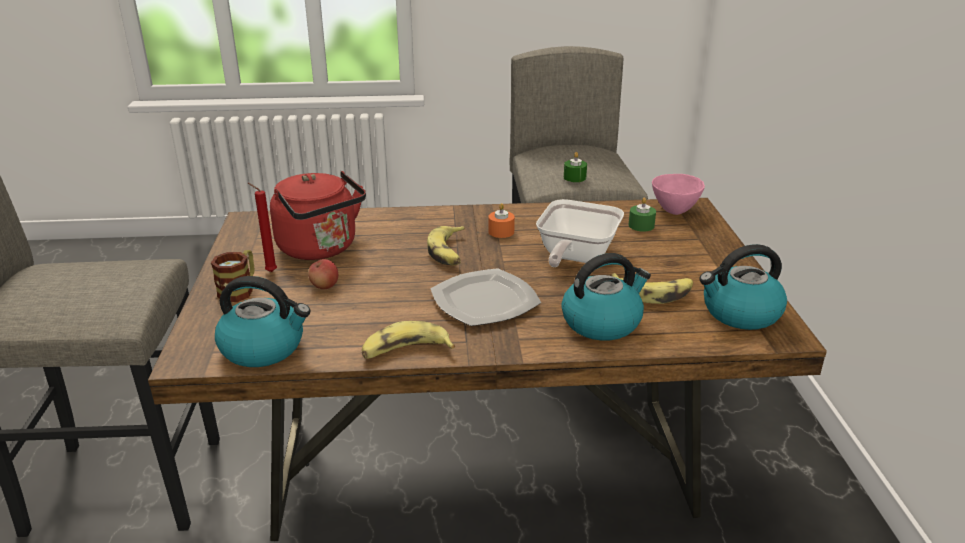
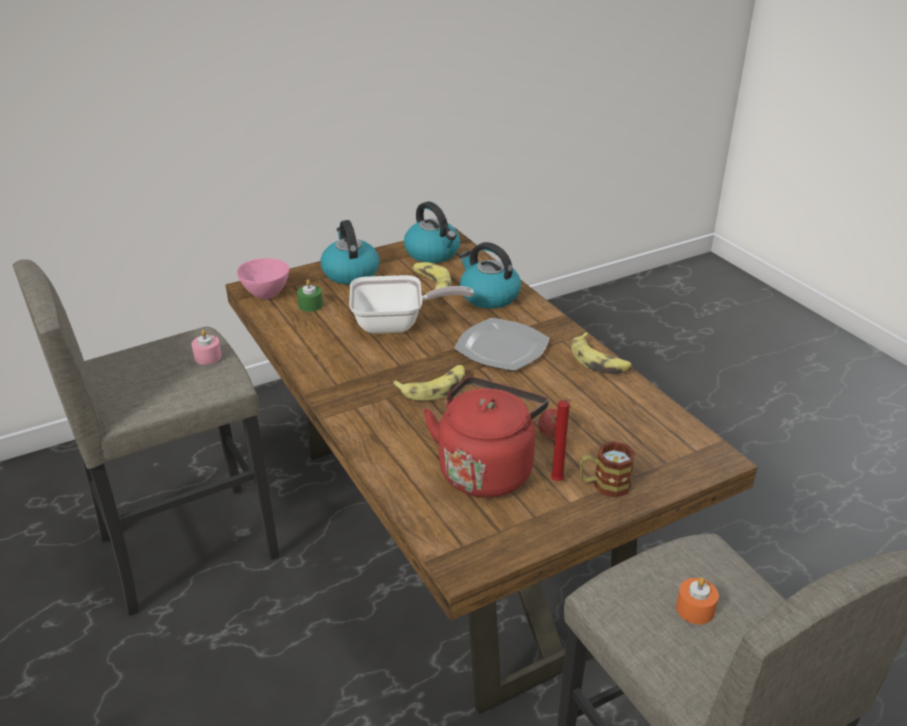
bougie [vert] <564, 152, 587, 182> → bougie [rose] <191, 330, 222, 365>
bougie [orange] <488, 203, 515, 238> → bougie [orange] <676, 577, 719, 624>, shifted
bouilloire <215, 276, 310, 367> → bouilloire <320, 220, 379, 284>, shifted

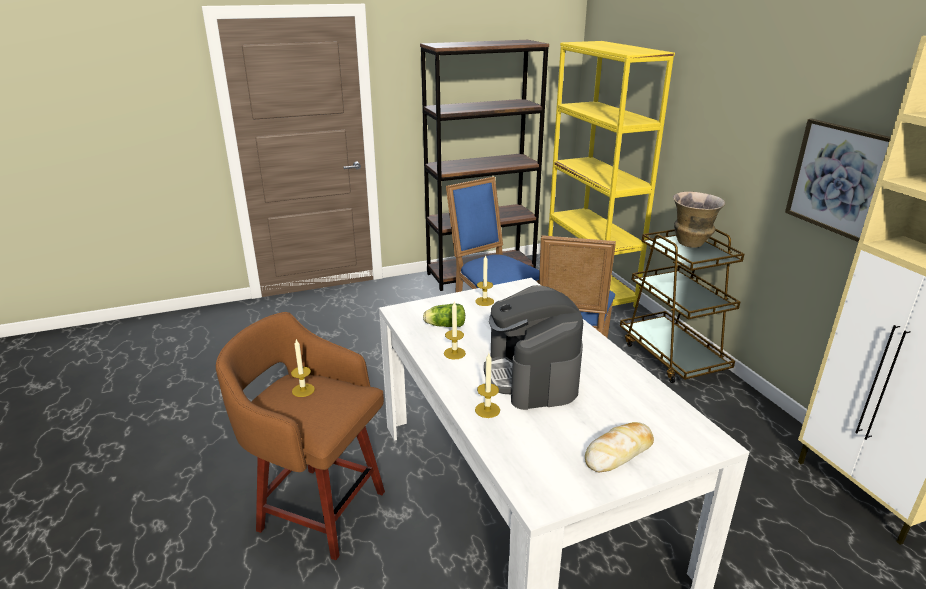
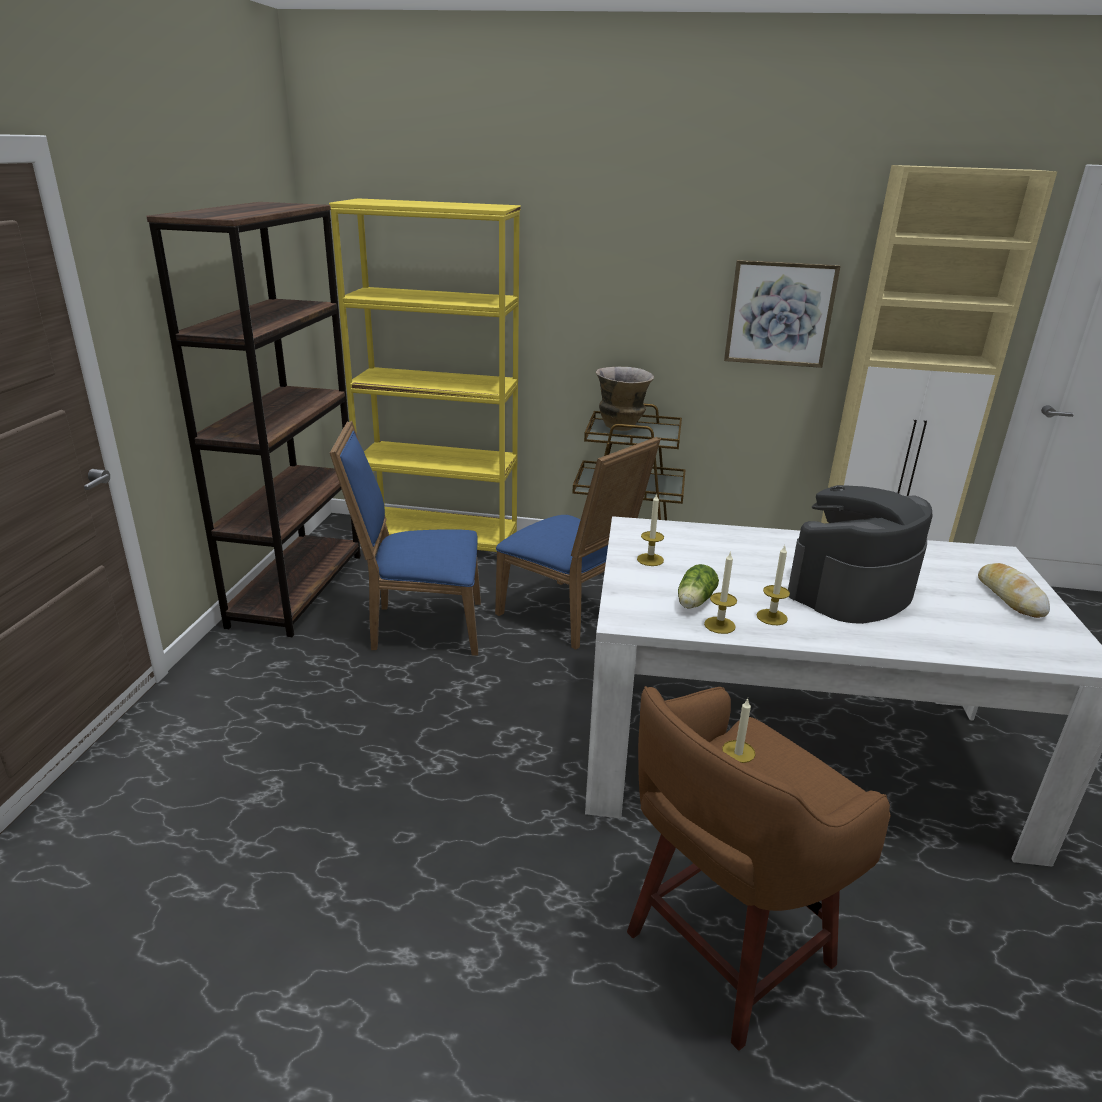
machine à café <484, 285, 583, 410> → machine à café <788, 485, 933, 624>, 120 degrees clockwise
bougie <475, 353, 500, 418> → bougie <704, 551, 737, 634>, shifted

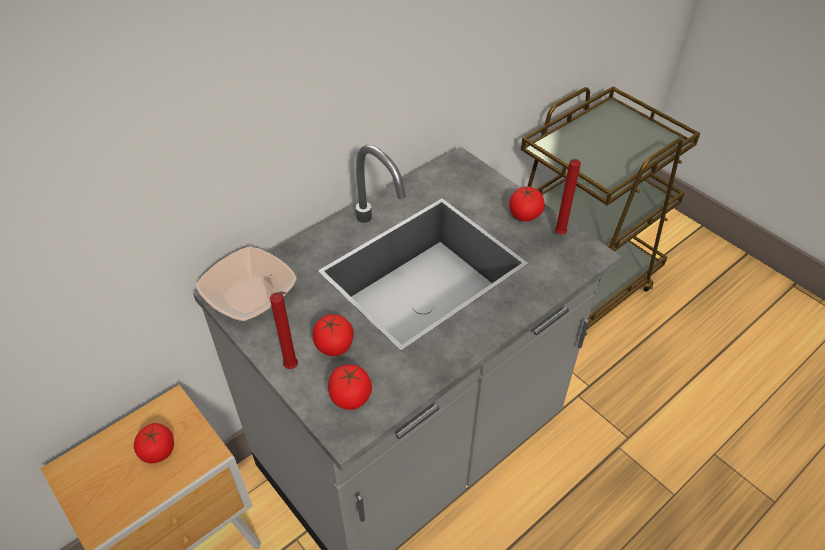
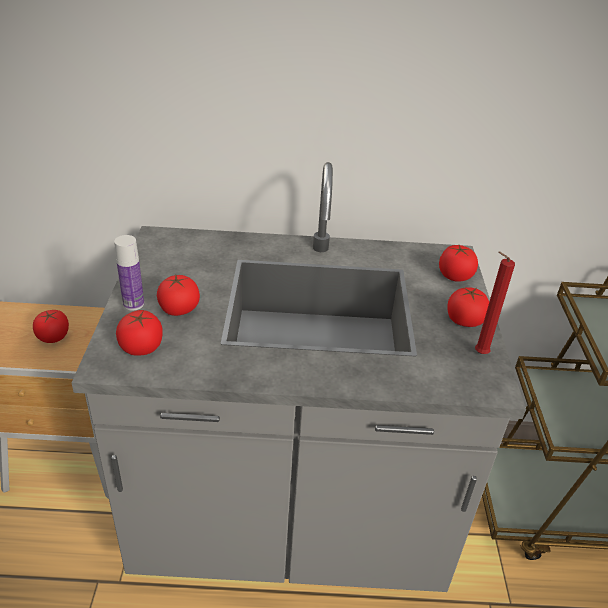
bol <196, 247, 297, 321> → -
bougie [rouge] <270, 291, 298, 369> → bouteille <114, 235, 144, 311>
- → tomate <439, 245, 478, 282>

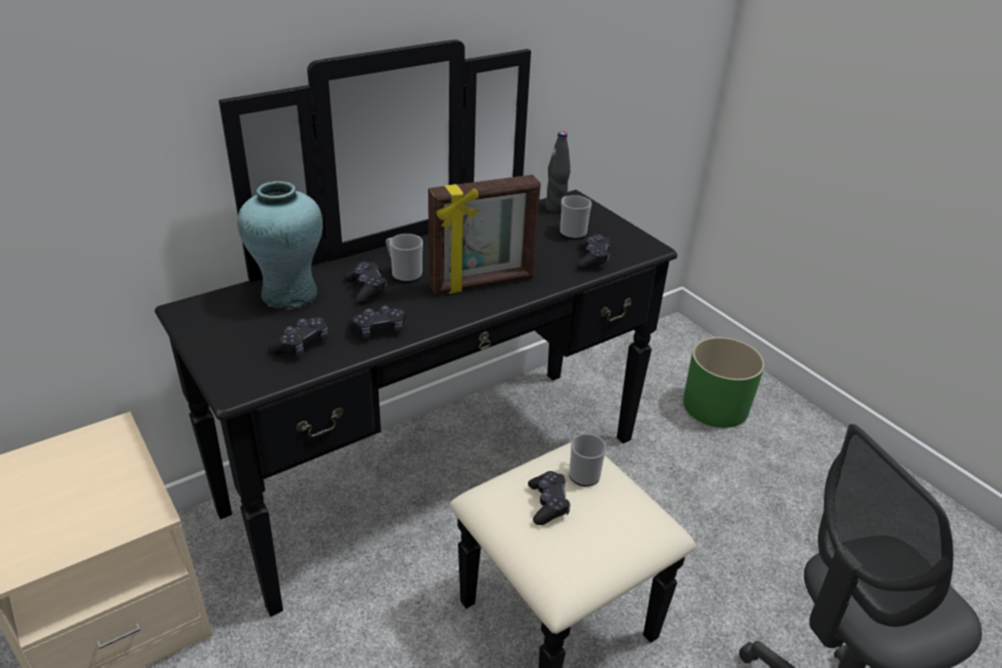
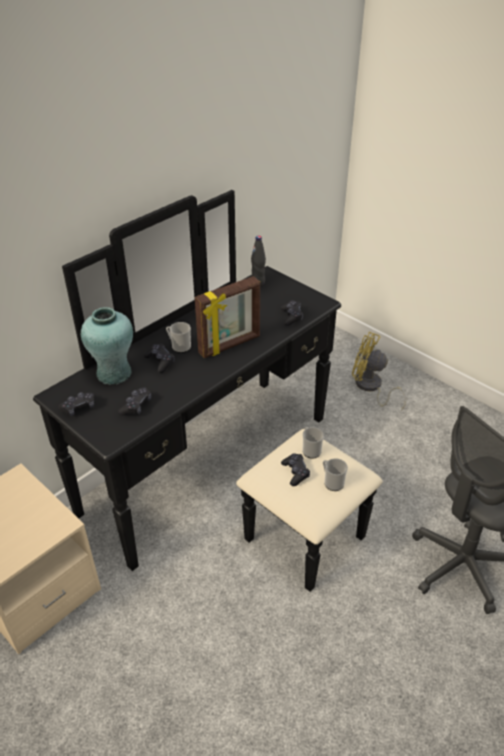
mug <560, 195, 592, 239> → mug <323, 458, 348, 491>, shifted
manette [noir] <348, 306, 405, 338> → manette [noir] <58, 392, 95, 416>, shifted
cache-pot [vert] <683, 337, 765, 428> → ventilateur [jaune] <352, 332, 406, 411>

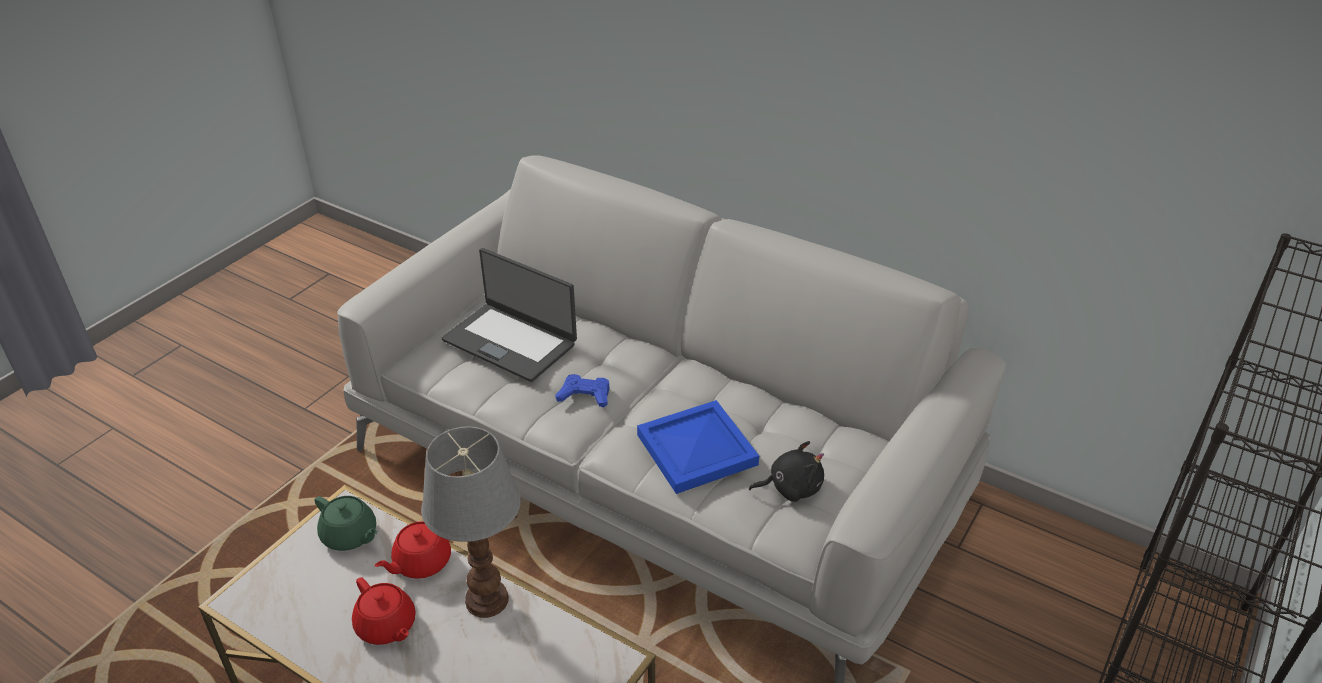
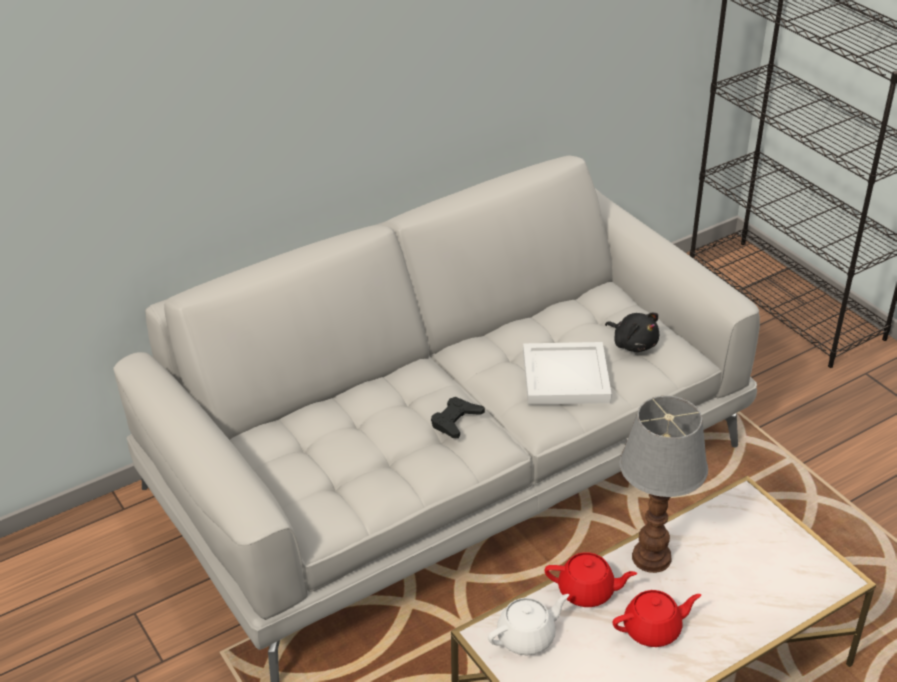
ordinateur portable <442, 248, 577, 382> → -
manette [bleu] <555, 374, 609, 408> → manette [noir] <431, 397, 485, 438>
plateau [bleu] <637, 400, 759, 494> → plateau [blanc] <523, 342, 612, 405>
peluche [noir] <749, 441, 824, 502> → peluche [noir] <605, 313, 659, 352>, 120 degrees clockwise
théière [vert] <314, 496, 378, 551> → théière [blanc] <488, 594, 569, 655>
théière [rouge] <375, 521, 451, 579> → théière [rouge] <544, 552, 637, 607>, 60 degrees counterclockwise

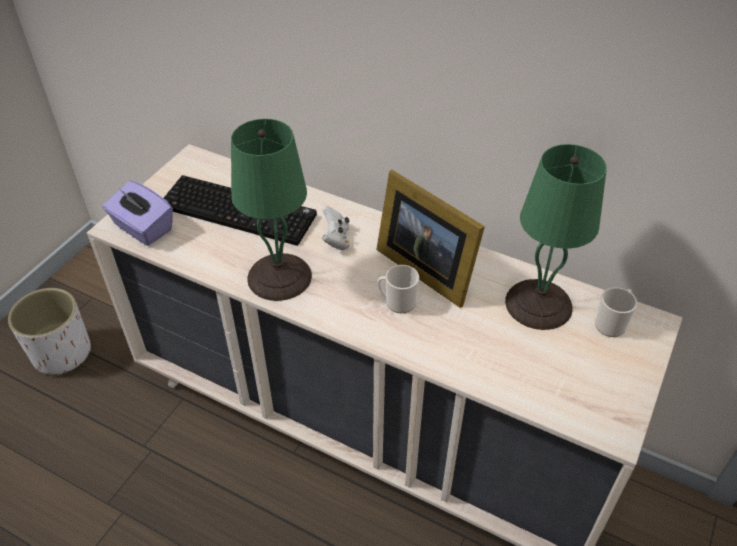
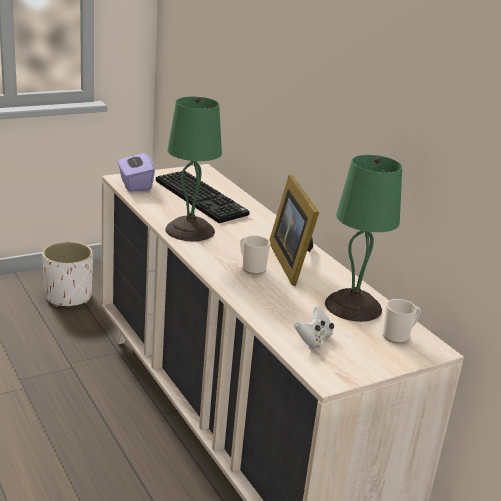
manette [blanc] <322, 206, 349, 250> → manette [blanc] <295, 305, 334, 348>, shifted

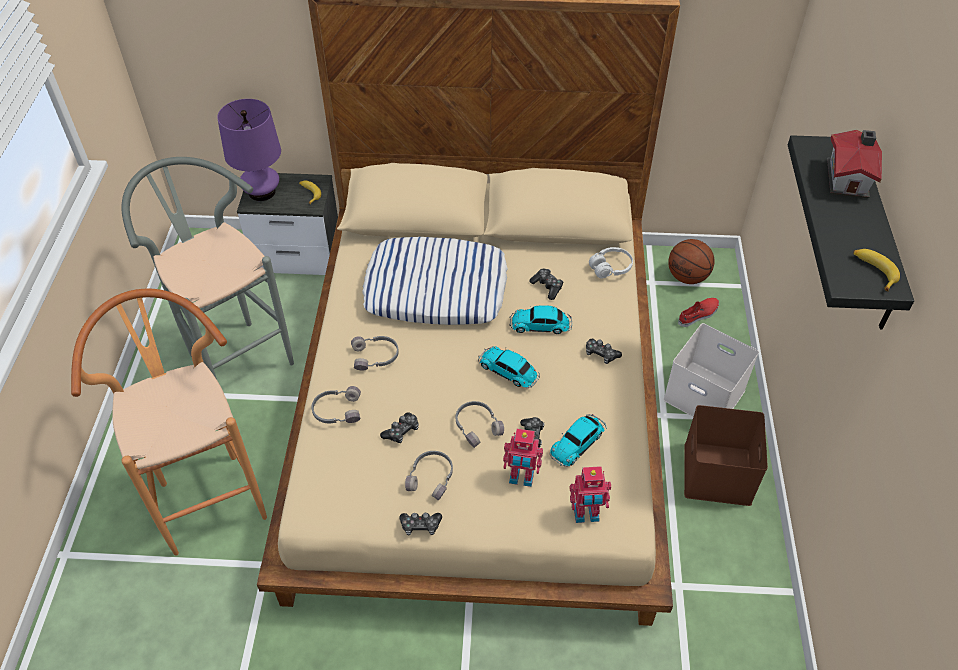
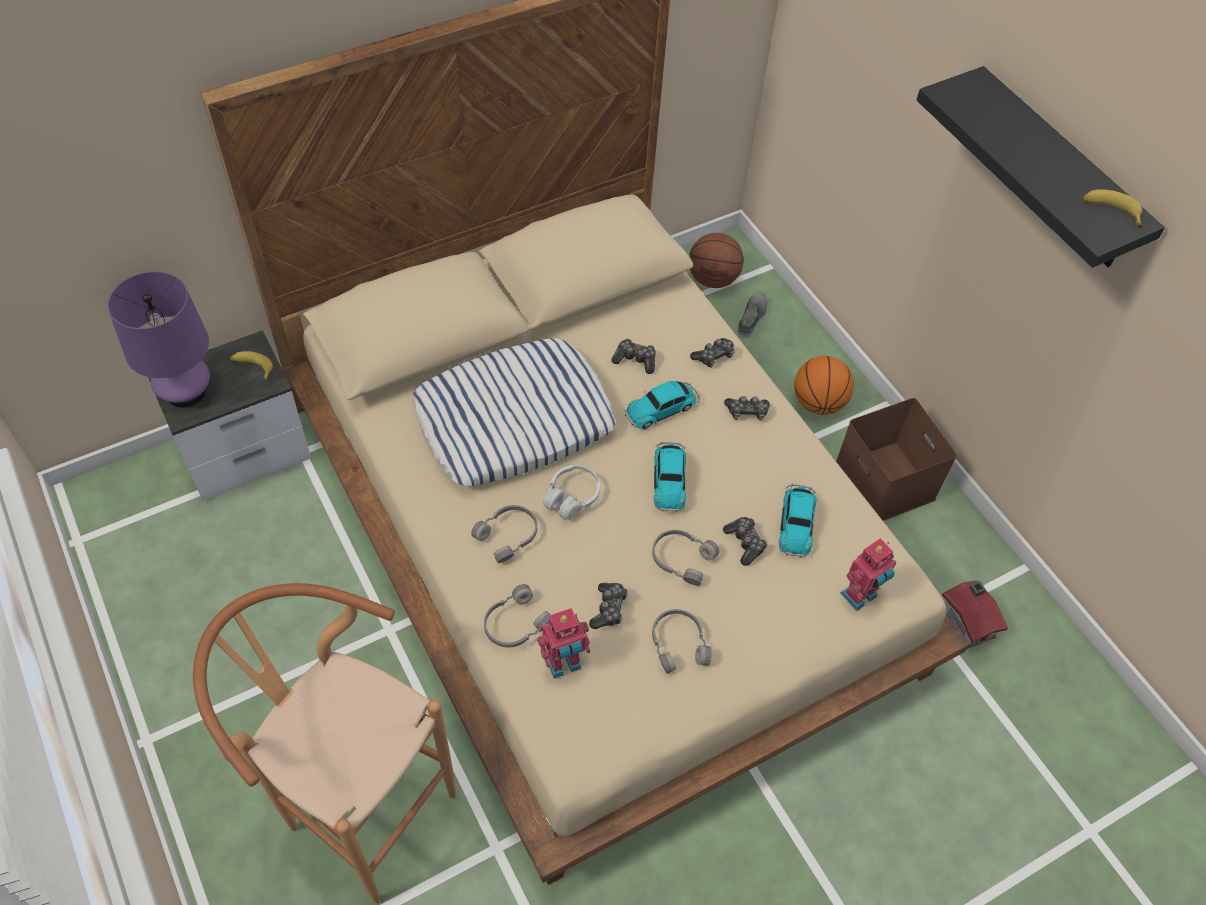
maison miniature <827, 130, 882, 198> → maison miniature <942, 580, 1008, 649>, shifted
tabouret [gris] <122, 157, 294, 379> → -
casque audio [blanc] <589, 247, 633, 278> → casque audio [blanc] <543, 465, 600, 520>, shifted
chaussure [rouge] <678, 298, 719, 327> → chaussure [gris] <737, 291, 768, 339>
boîte de rangement [blanc] <663, 323, 759, 417> → ballon de basket <794, 356, 854, 415>
petite voiture <478, 346, 540, 388> → petite voiture <654, 442, 686, 512>, 90 degrees counterclockwise
robot jouet <503, 429, 543, 487> → robot jouet <537, 608, 590, 678>, shifted
manette <399, 513, 442, 535> → manette <690, 338, 735, 368>, shifted

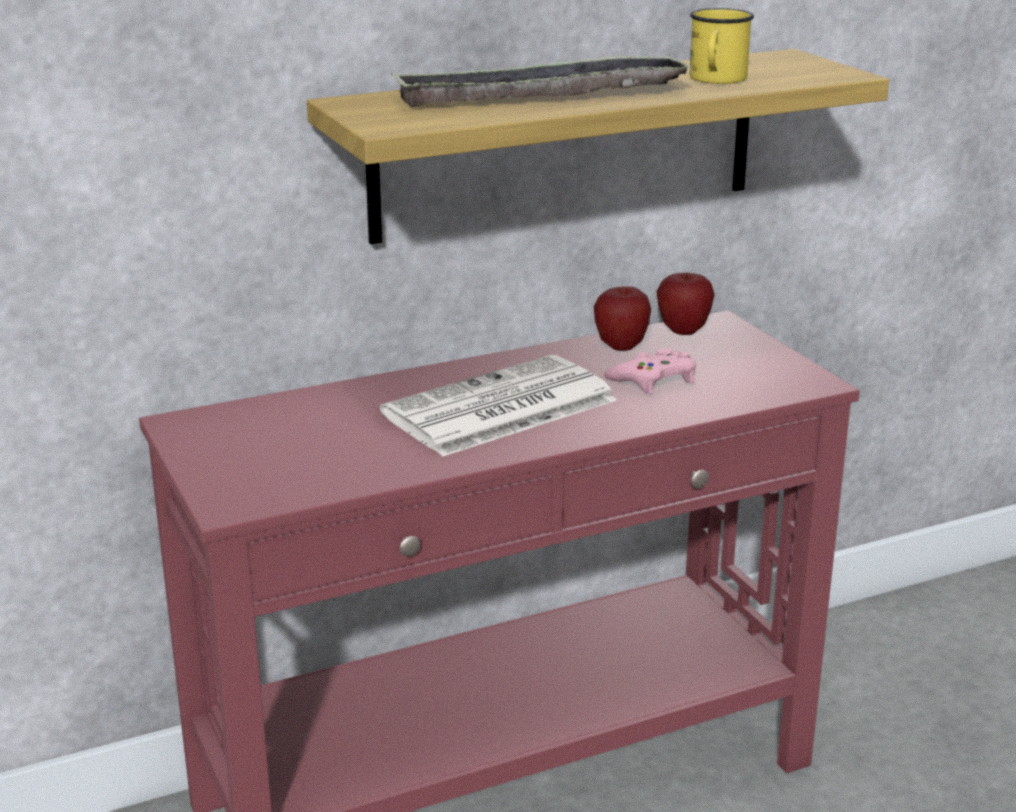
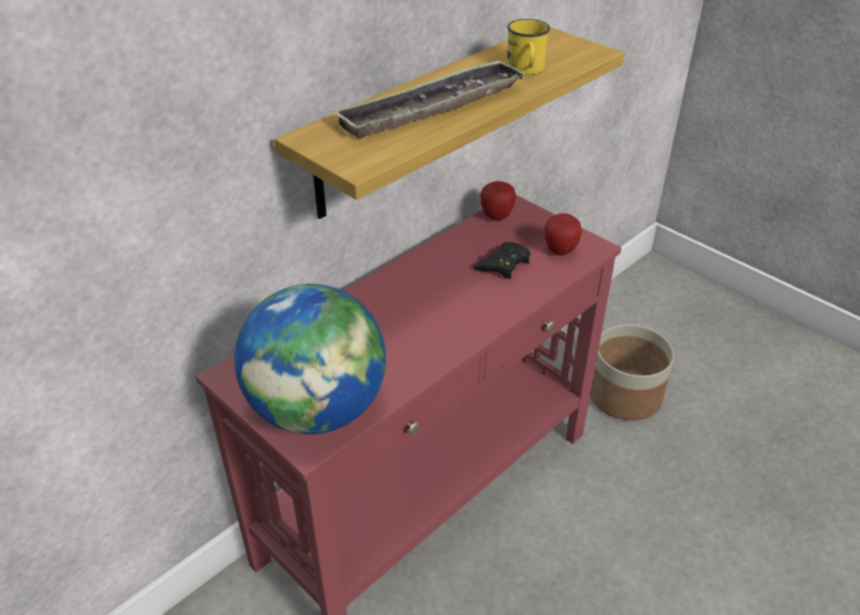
pomme <594, 286, 651, 351> → pomme <544, 213, 582, 256>, shifted
manette [rose] <604, 349, 696, 394> → manette [noir] <474, 242, 530, 279>
journal <380, 355, 617, 457> → -
- → globe <234, 284, 386, 434>
- → cache-pot <590, 324, 674, 420>

